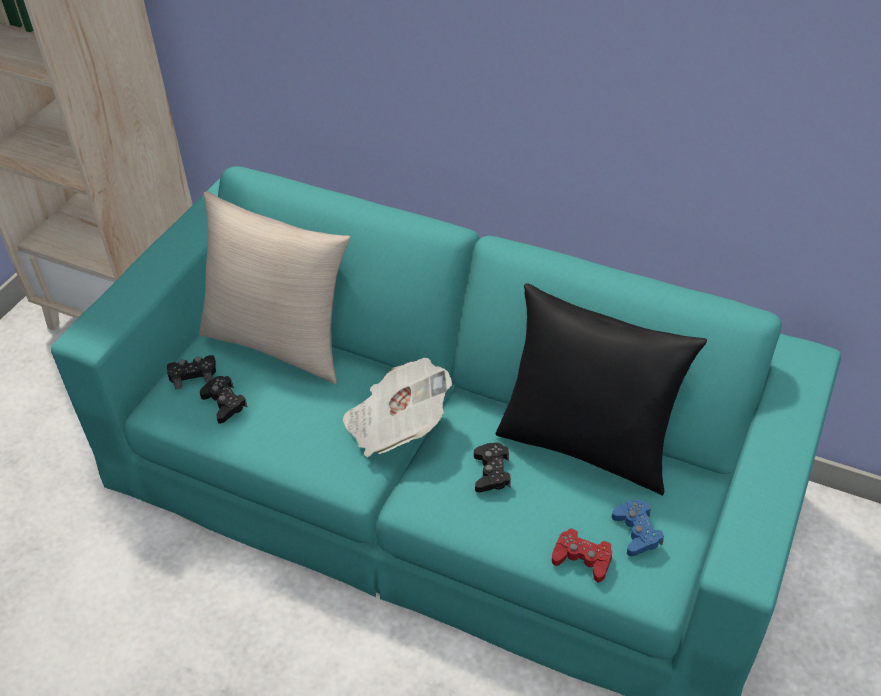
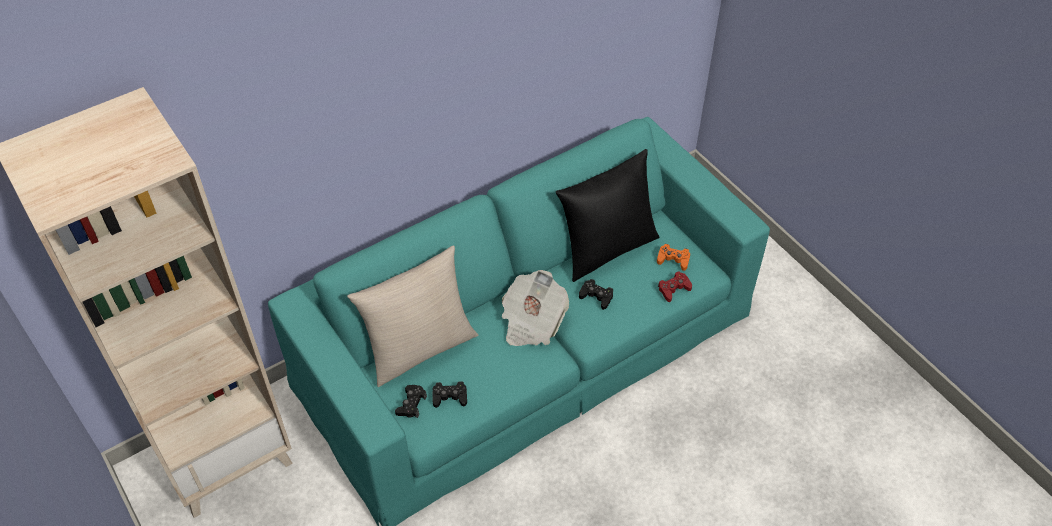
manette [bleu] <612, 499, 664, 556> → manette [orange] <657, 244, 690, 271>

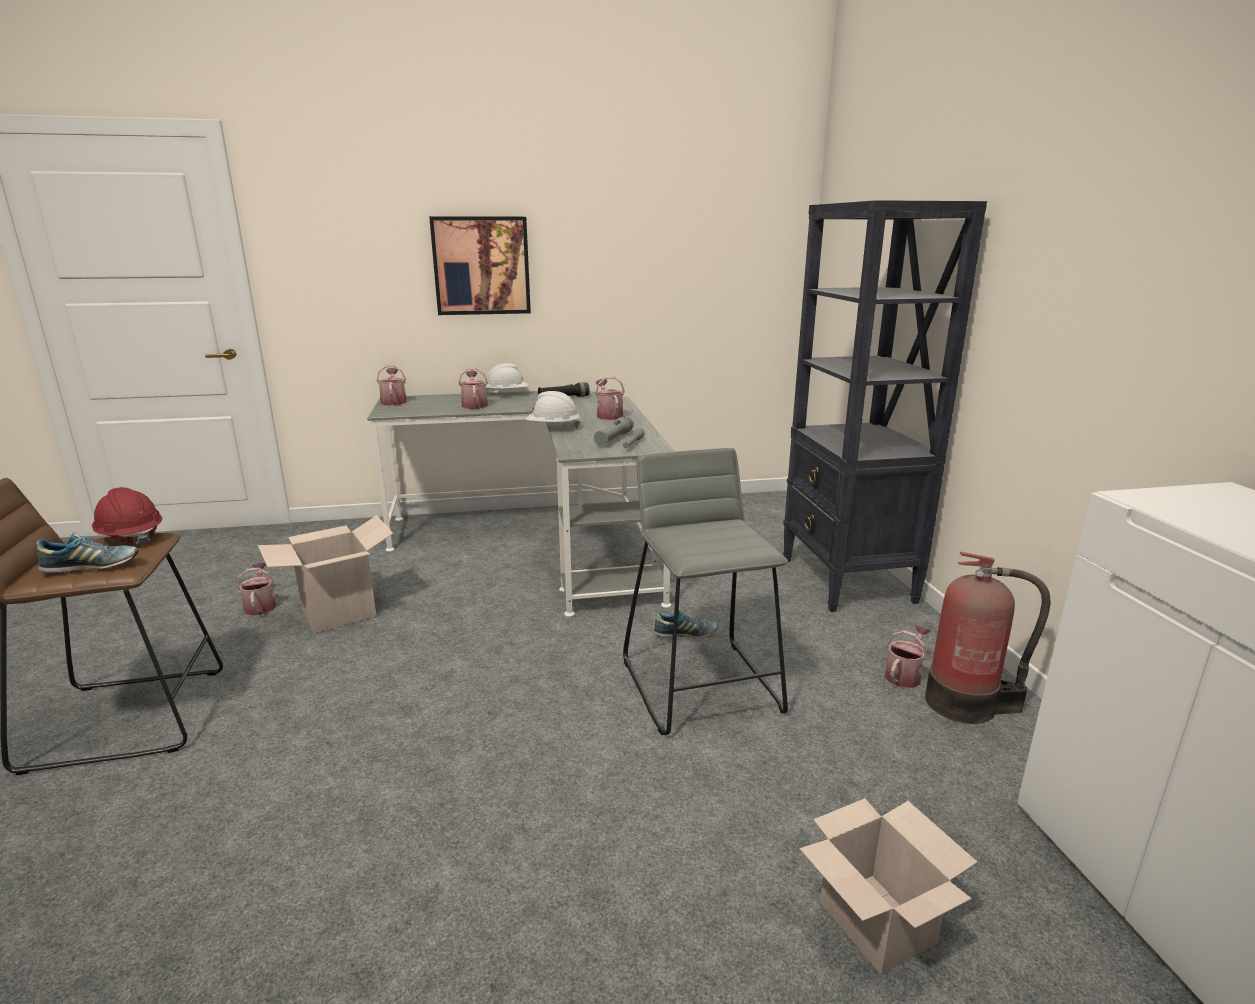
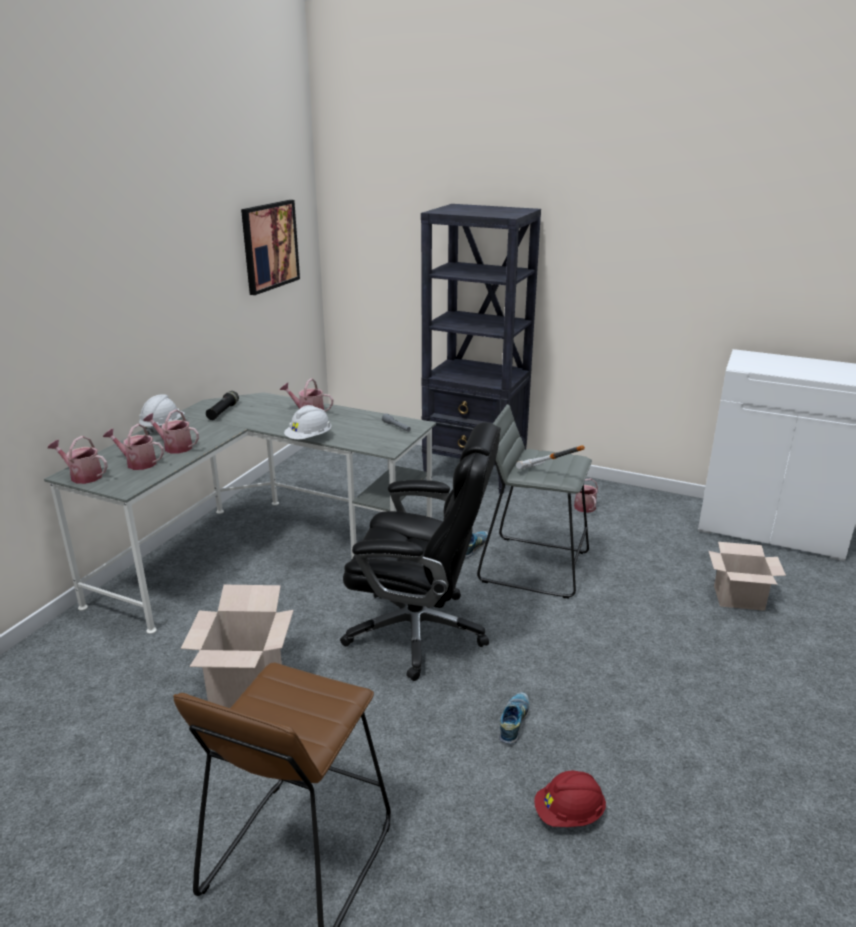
tableau <429, 216, 531, 315> → tableau <241, 200, 300, 295>, shifted
lampe de poche [gris] <594, 416, 634, 446> → -
casque de chantier [rouge] <92, 487, 162, 546> → casque de chantier [rouge] <534, 771, 606, 827>, shifted
chaussure <36, 532, 139, 573> → chaussure <499, 692, 529, 744>, shifted
extincteur <925, 552, 1051, 724> → -
arrosoir <237, 563, 277, 616> → arrosoir <103, 424, 164, 470>, shifted
- → chaise de bureau [noir] <340, 422, 501, 681>
- → marteau <516, 445, 585, 469>

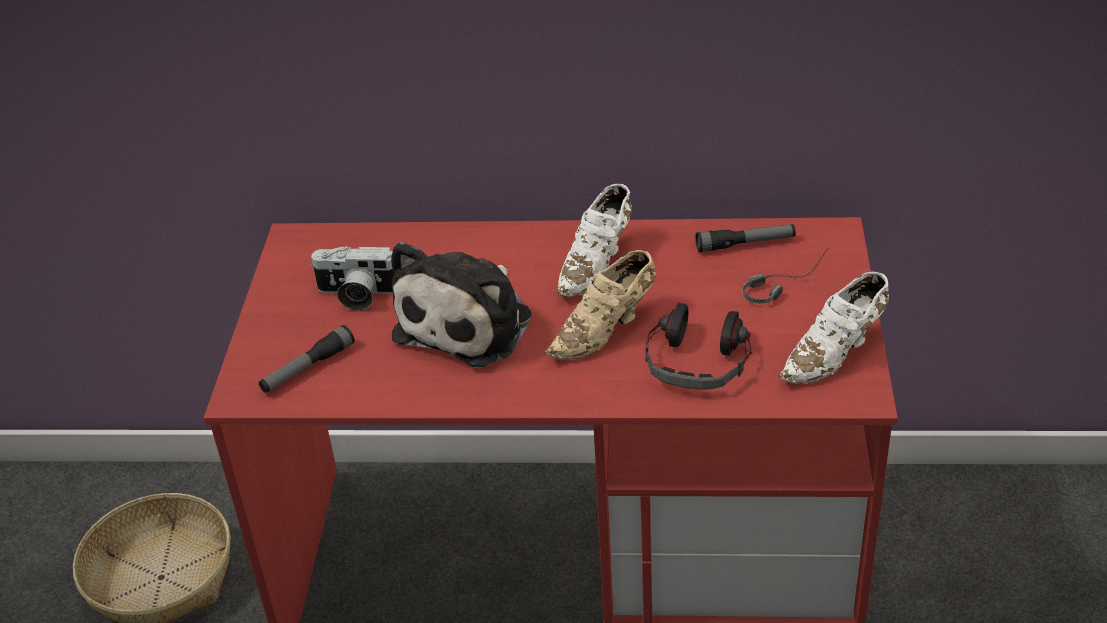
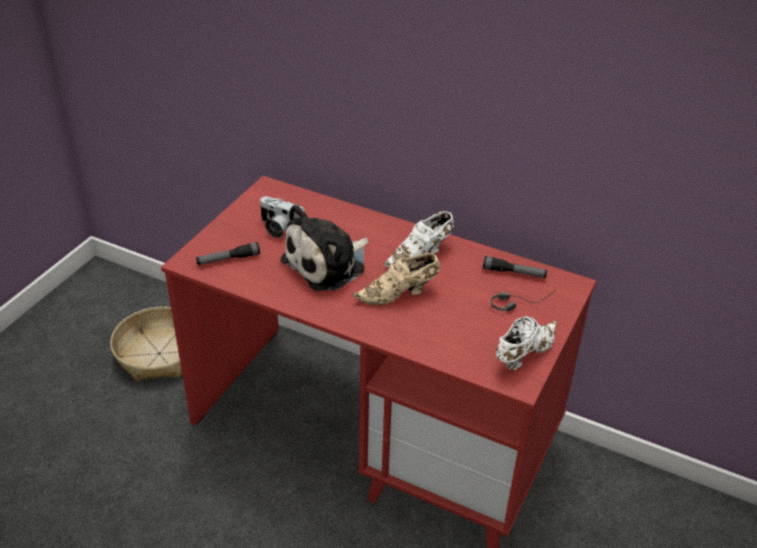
chaussure [blanc] <779, 272, 889, 384> → chaussure [blanc] <496, 316, 557, 370>, 150 degrees clockwise
casque audio <645, 303, 752, 390> → -

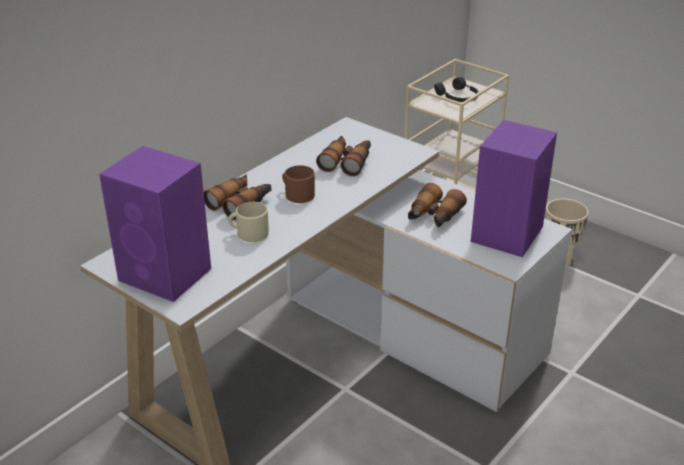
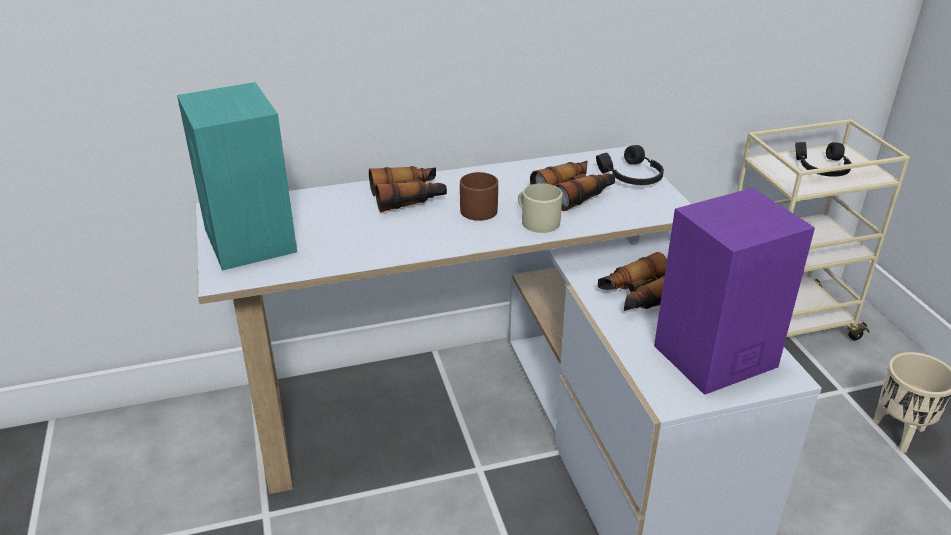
enceinte [violet] <99, 146, 211, 302> → enceinte [turquoise] <177, 82, 297, 271>
mug [beige] <228, 202, 269, 242> → mug [beige] <518, 183, 562, 233>, shifted
- → casque audio [noir] <596, 145, 664, 185>

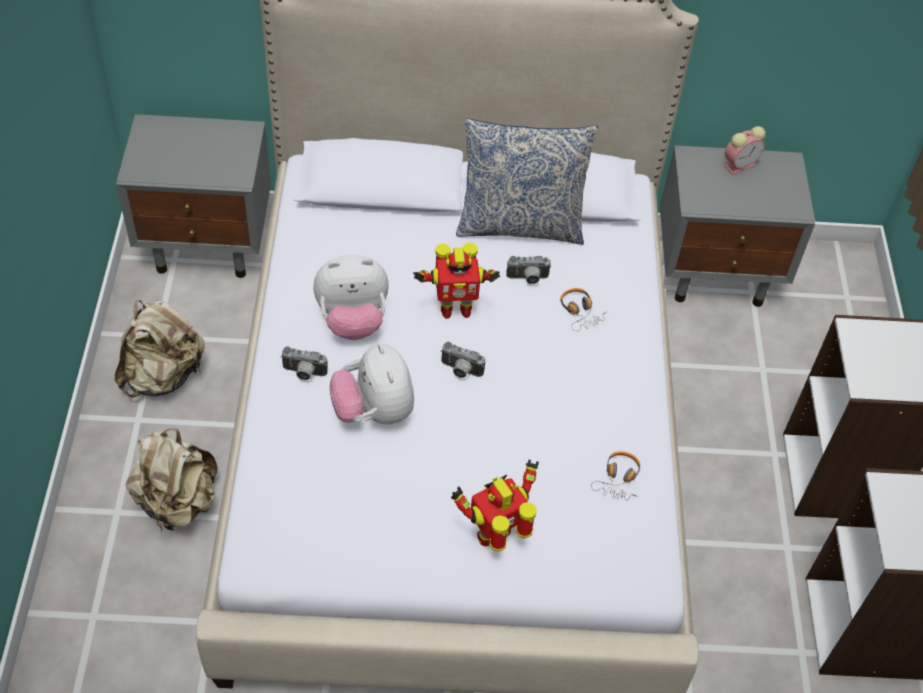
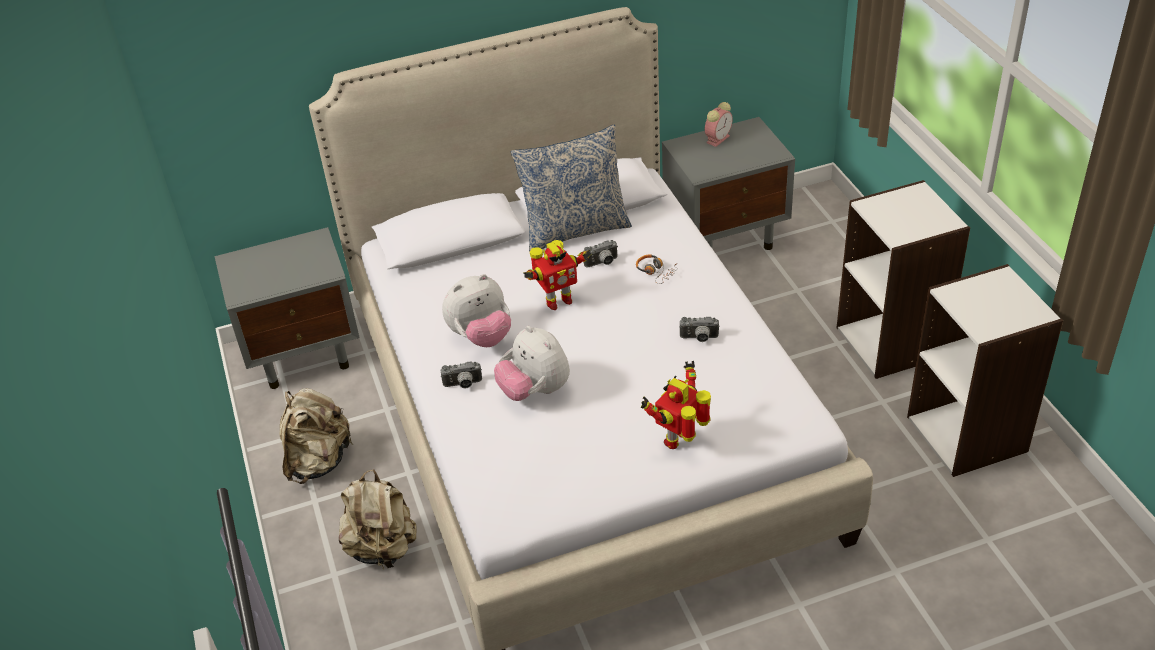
appareil photo <441, 342, 486, 378> → appareil photo <679, 317, 720, 342>, shifted
casque audio <591, 451, 640, 500> → -

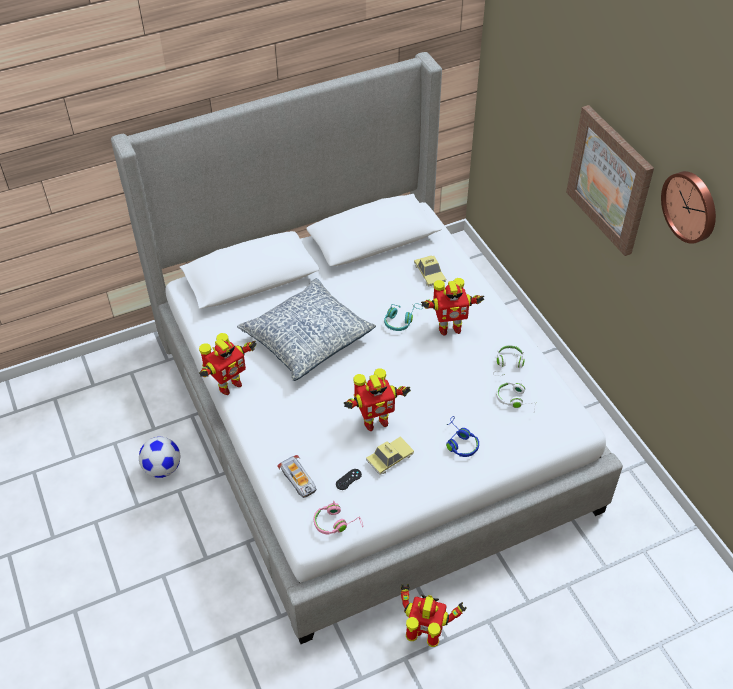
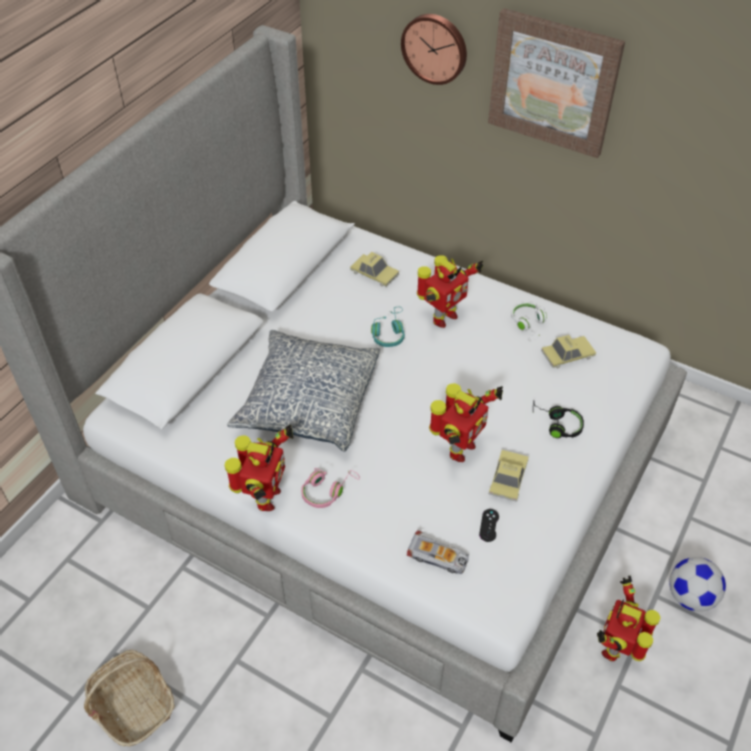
horloge murale <661, 171, 716, 244> → horloge murale <401, 14, 467, 85>, shifted
casque audio [blanc] <496, 380, 536, 411> → petite voiture <541, 335, 596, 369>
casque audio [bleu] <446, 416, 479, 457> → casque audio [noir] <533, 401, 584, 438>
ballon de foot <139, 437, 180, 478> → ballon de foot <669, 557, 726, 612>, shifted
casque audio [rose] <314, 501, 363, 535> → casque audio [rose] <301, 468, 360, 508>, shifted
robot jouet <401, 584, 466, 647> → robot jouet <597, 576, 660, 661>, 45 degrees counterclockwise
- → panier <84, 650, 175, 746>

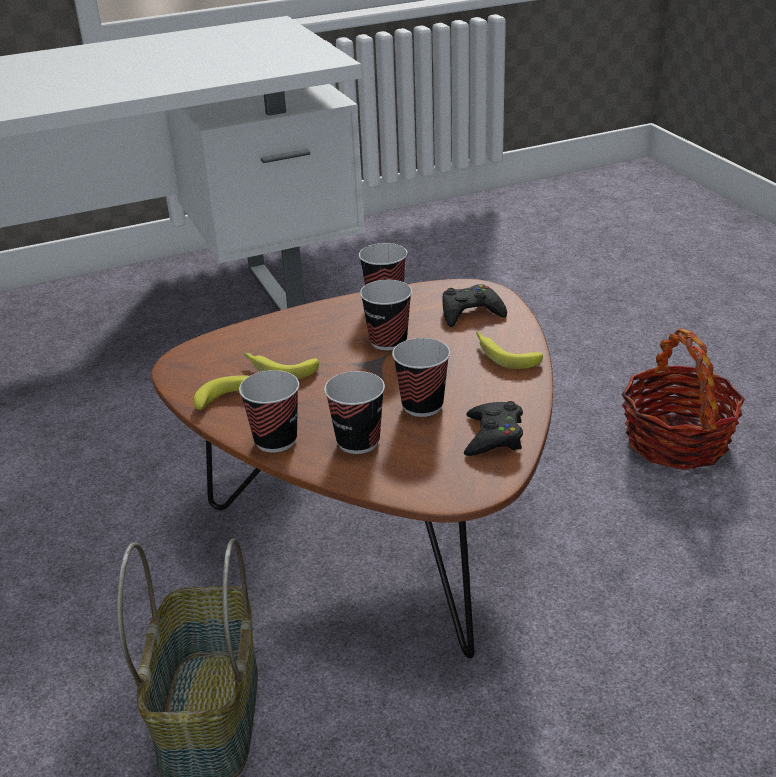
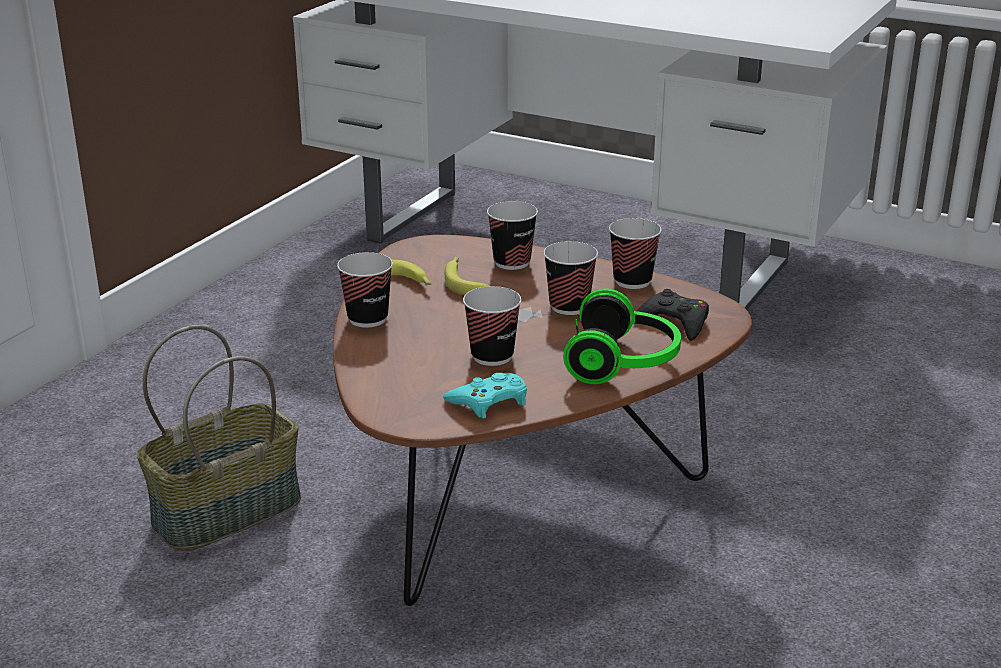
panier <621, 328, 745, 470> → -
banane <476, 332, 543, 369> → casque audio <563, 289, 681, 384>
tasse <324, 371, 385, 454> → tasse <487, 201, 538, 270>, shifted
manette [noir] <464, 401, 523, 456> → manette [turquoise] <443, 373, 527, 419>

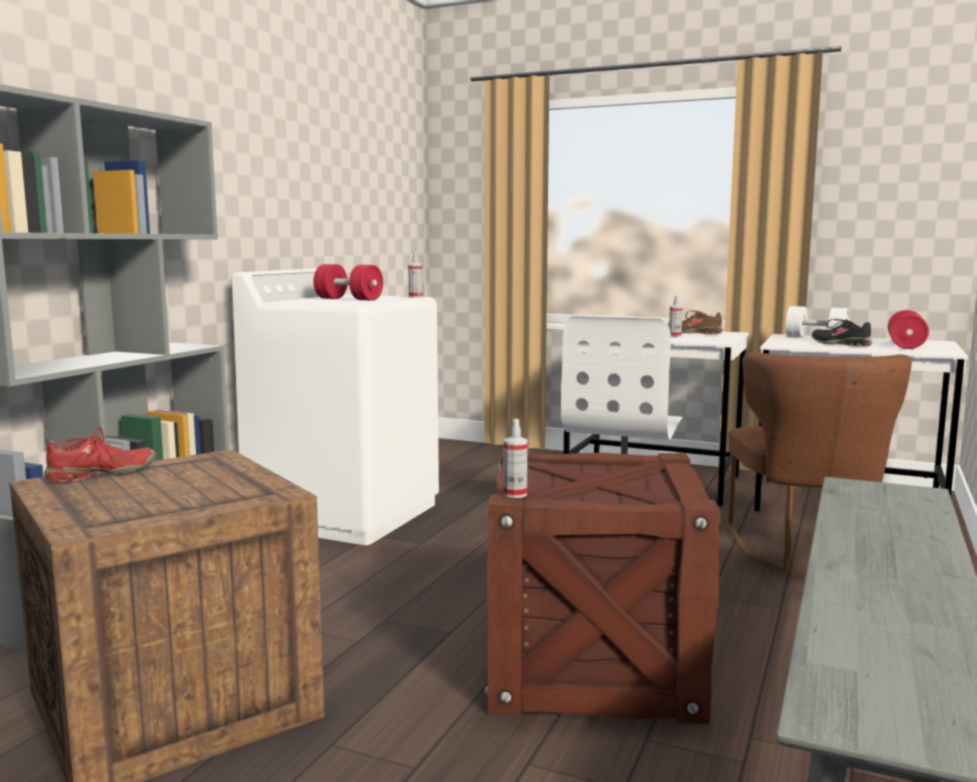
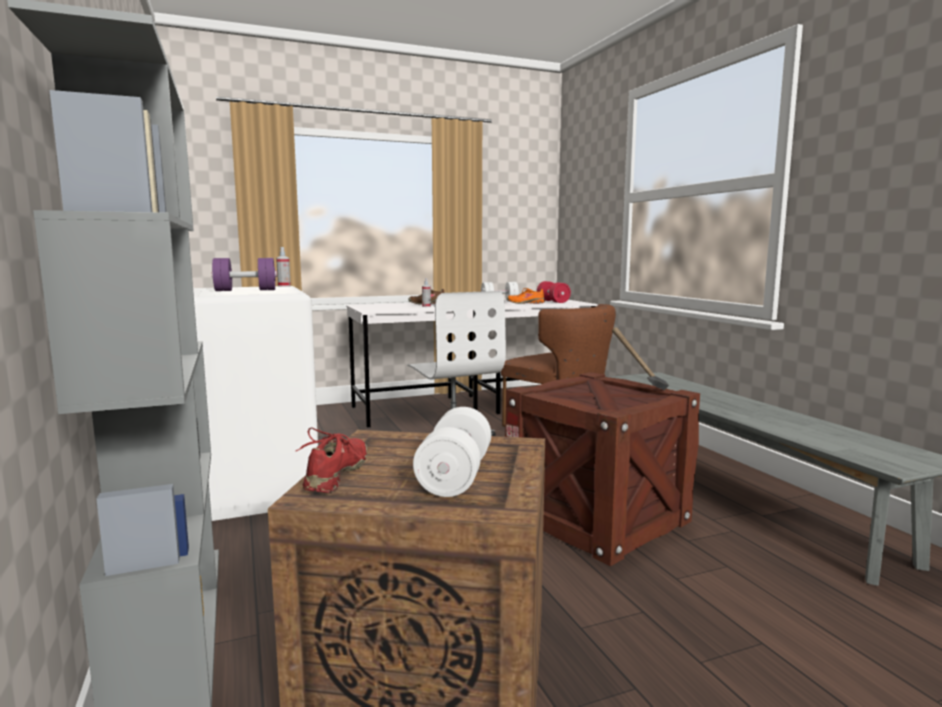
haltère [rouge] <313, 264, 383, 301> → haltère [violet] <212, 258, 277, 291>
chaussure [noir] <812, 319, 872, 346> → chaussure [orange] <507, 288, 545, 304>
vaporisateur <504, 419, 528, 498> → -
- → marteau <612, 327, 669, 390>
- → haltère [blanc] <413, 407, 491, 497>

